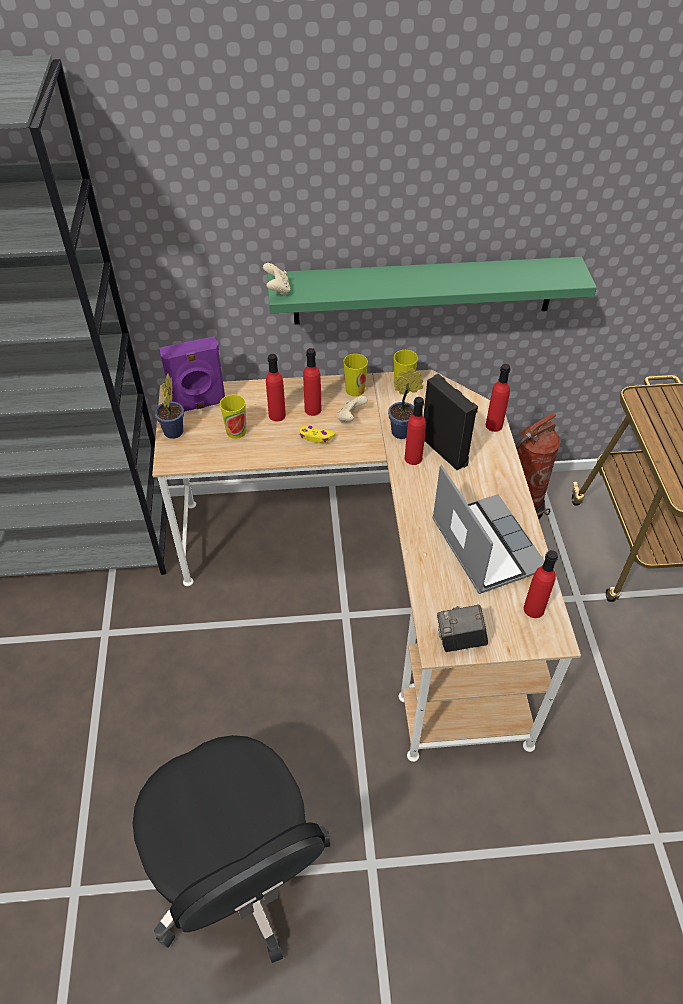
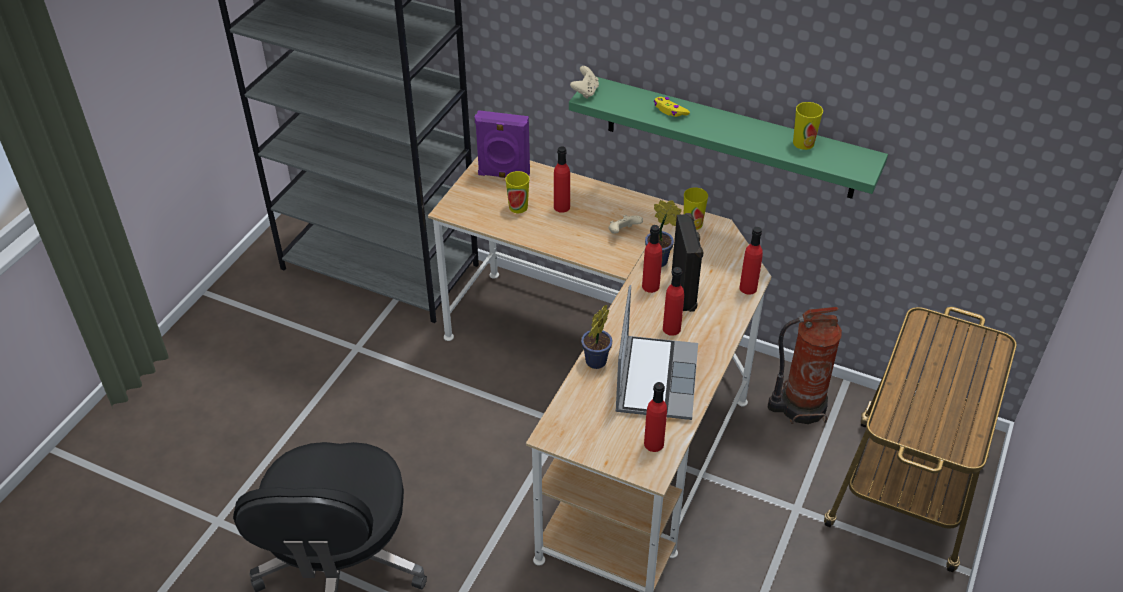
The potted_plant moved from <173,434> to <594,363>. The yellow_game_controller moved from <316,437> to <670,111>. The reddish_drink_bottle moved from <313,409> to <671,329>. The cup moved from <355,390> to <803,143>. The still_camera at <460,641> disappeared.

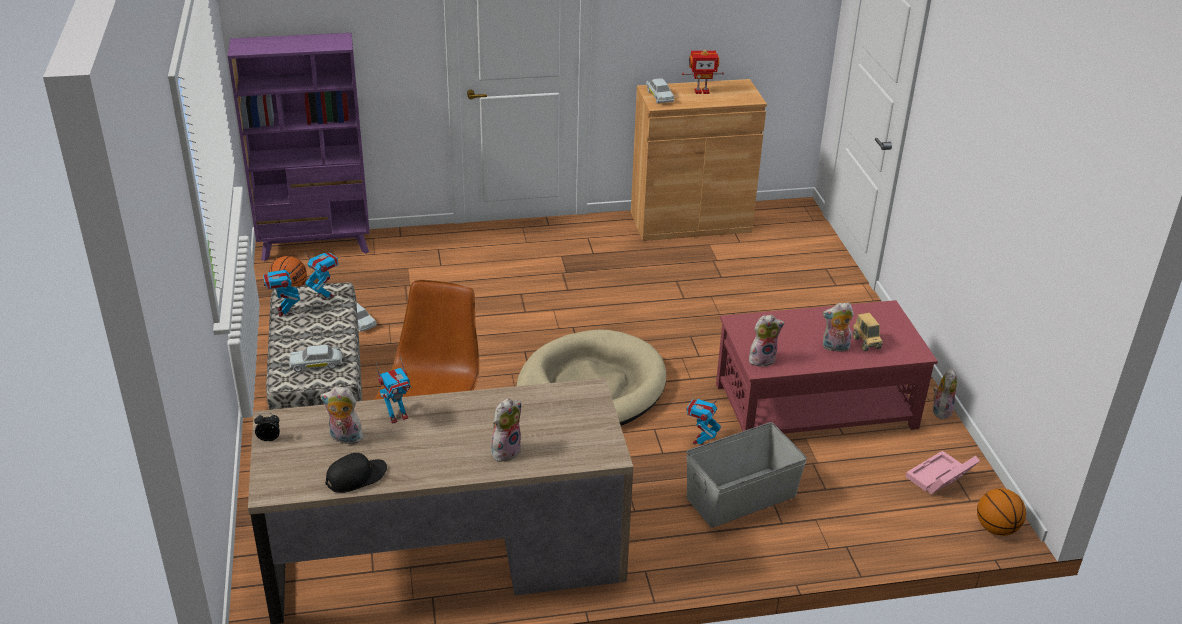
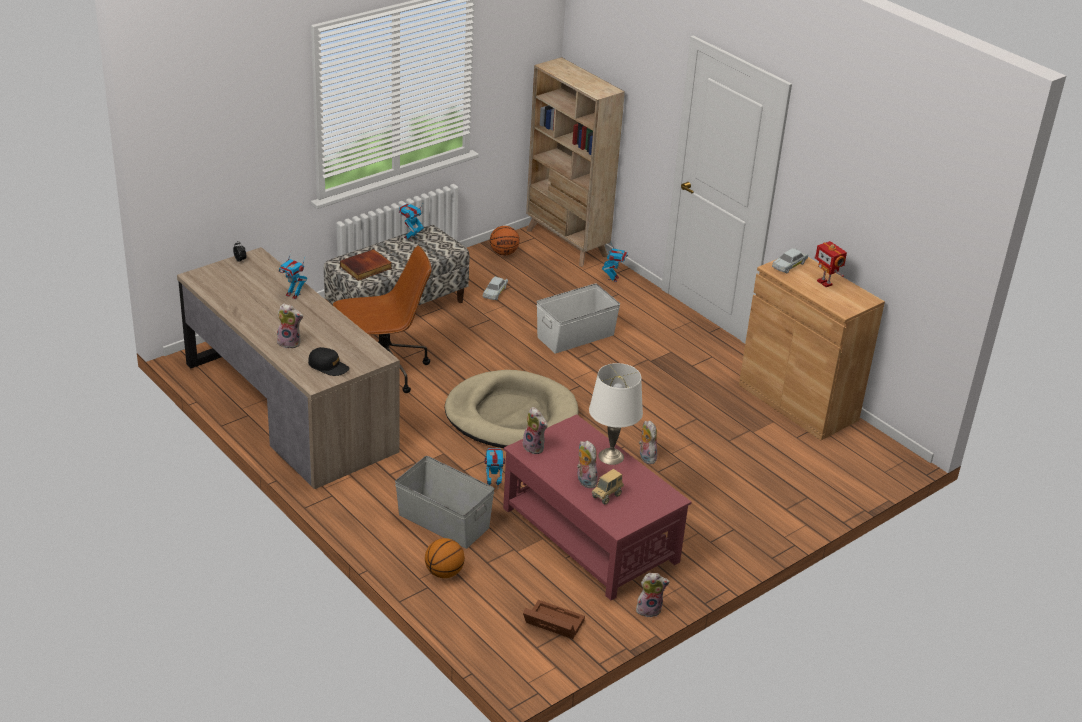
The blackish_cap moved from <356,477> to <328,366>. The whitish_miniature_car at <316,364> was replaced by the bound_book at <366,268>. The ball_for_basketball moved from <996,528> to <444,573>. The pink-coloured_storage_container at <939,478> became the brown-coloured_storage_container at <551,624>. The purplish_bookcase at <316,246> became the beige_bookcase at <566,243>. The whitish_storage_container at <575,335> appeared. The whitish_lamp_for_a_table at <610,456> appeared. The model_robot moved from <325,295> to <613,278>. The cuddly_toy moved from <344,438> to <645,457>.

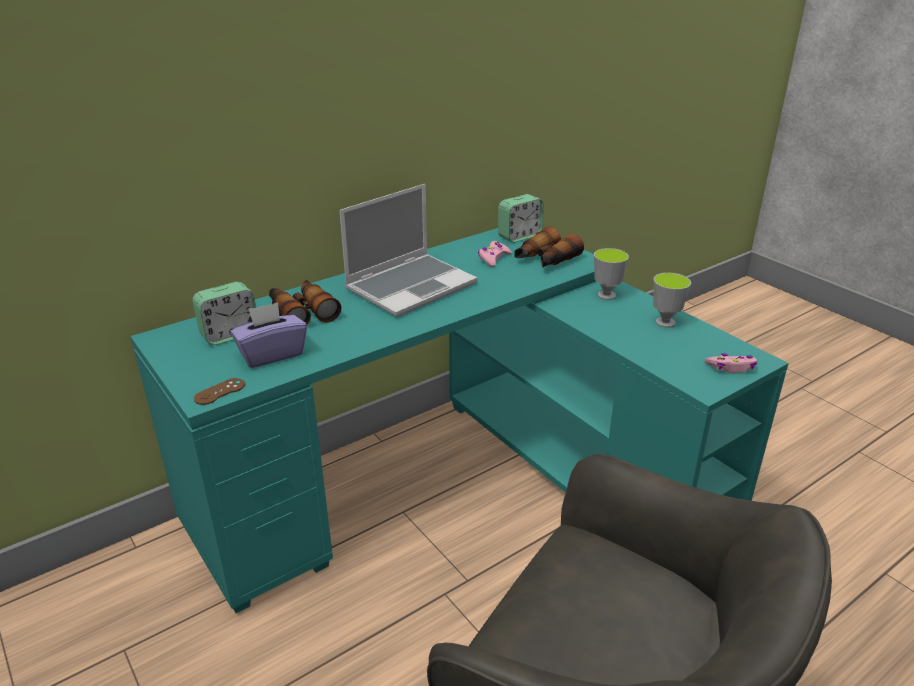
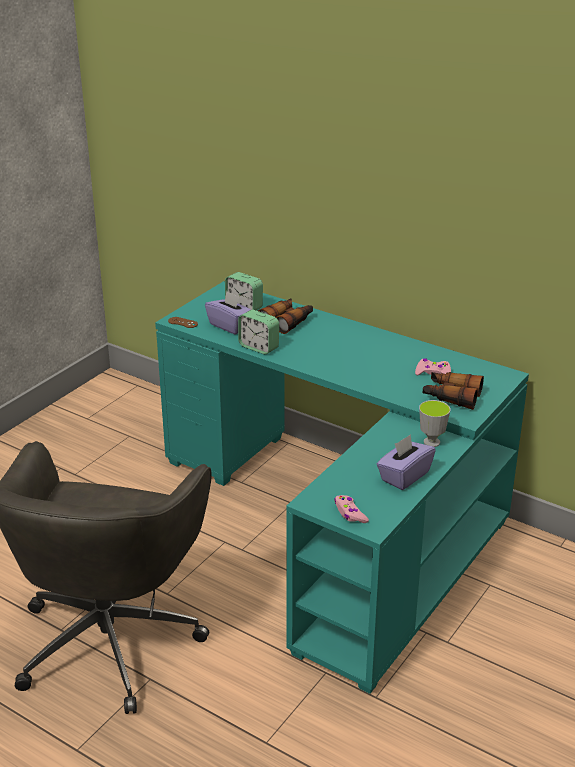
The table_clock moved from <519,236> to <259,347>. The cup at <665,322> was replaced by the purplish_tissue_box at <404,476>. The laptop at <411,286> disappeared.

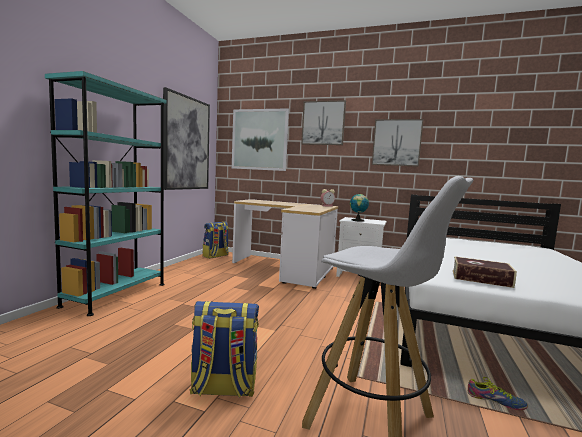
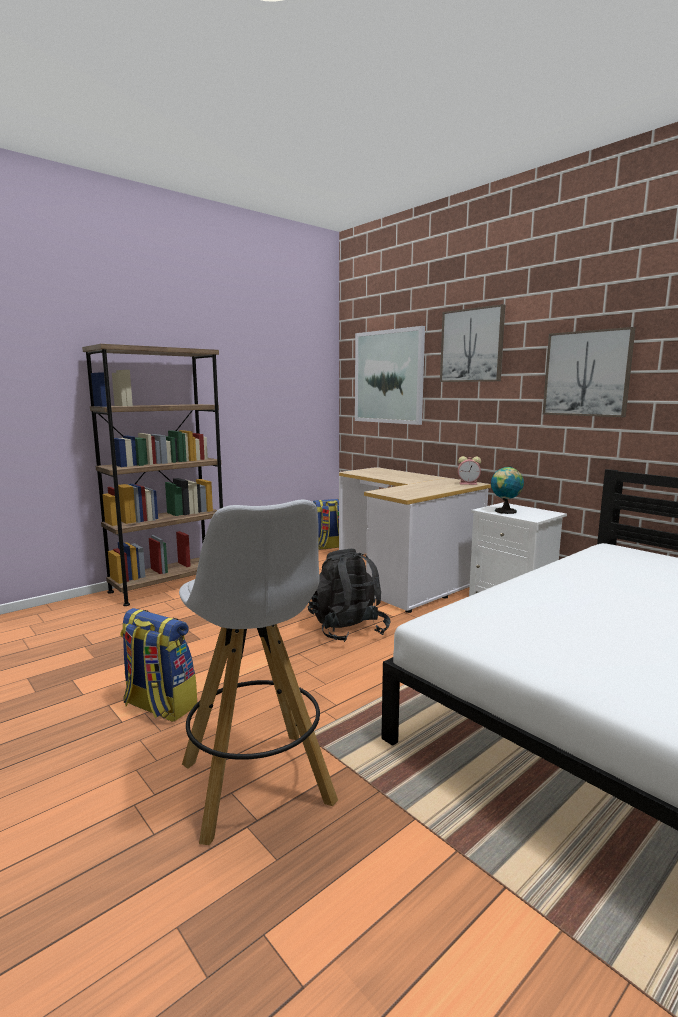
The turquoise-coloured_bookcase at <116,295> became the brown-coloured_bookcase at <169,586>. The blackish_backpack at <347,629> appeared. The wall_picture at <186,143> disappeared. The bound_book at <481,278> disappeared. The shoe at <496,402> disappeared.

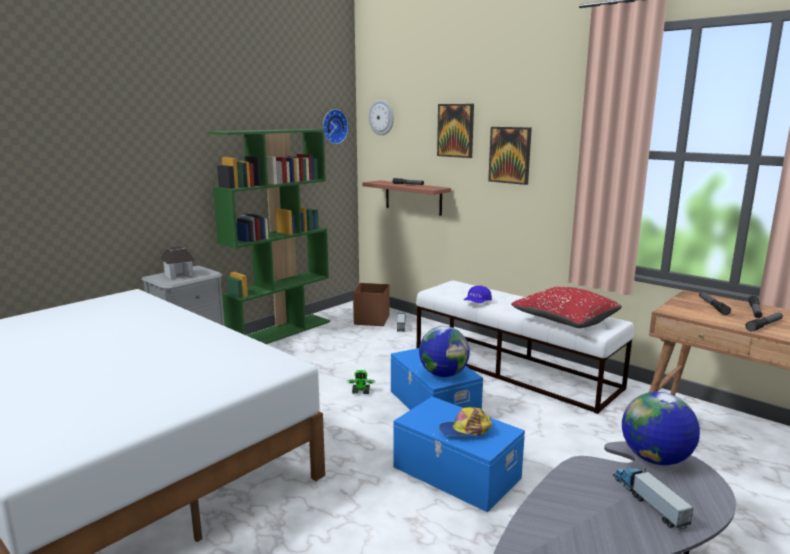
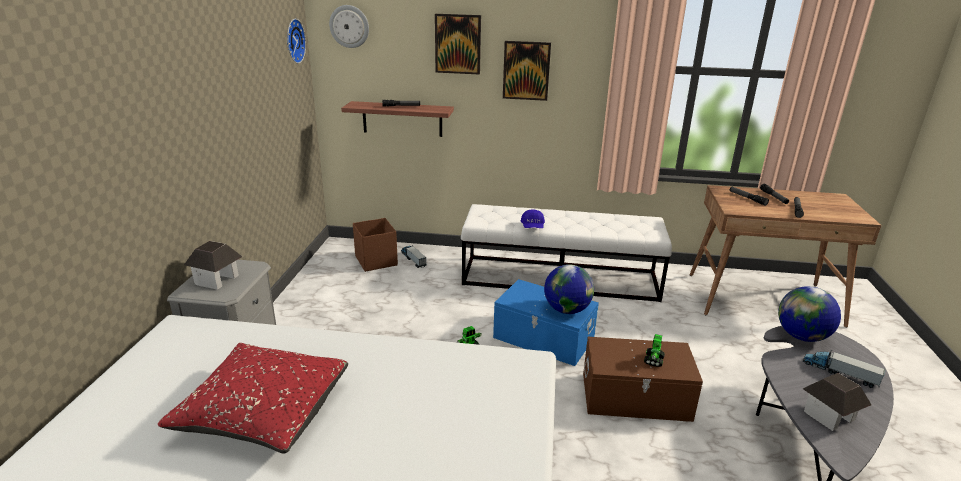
The reddish_pillow moved from <565,320> to <264,412>. The blue_storage_container at <456,473> became the brown-coloured_storage_container at <636,397>. The cap at <465,430> was replaced by the model_robot at <653,360>. The toy_house at <829,416> appeared. The greenish_bookcase at <280,332> disappeared.

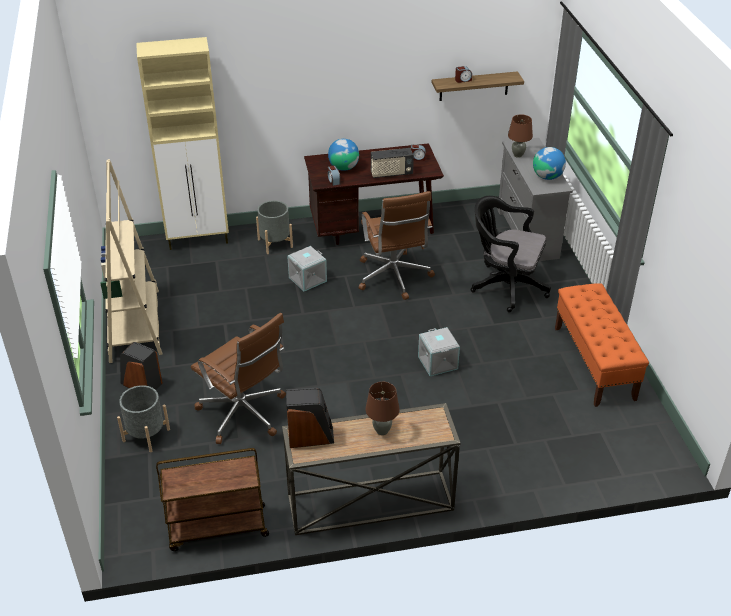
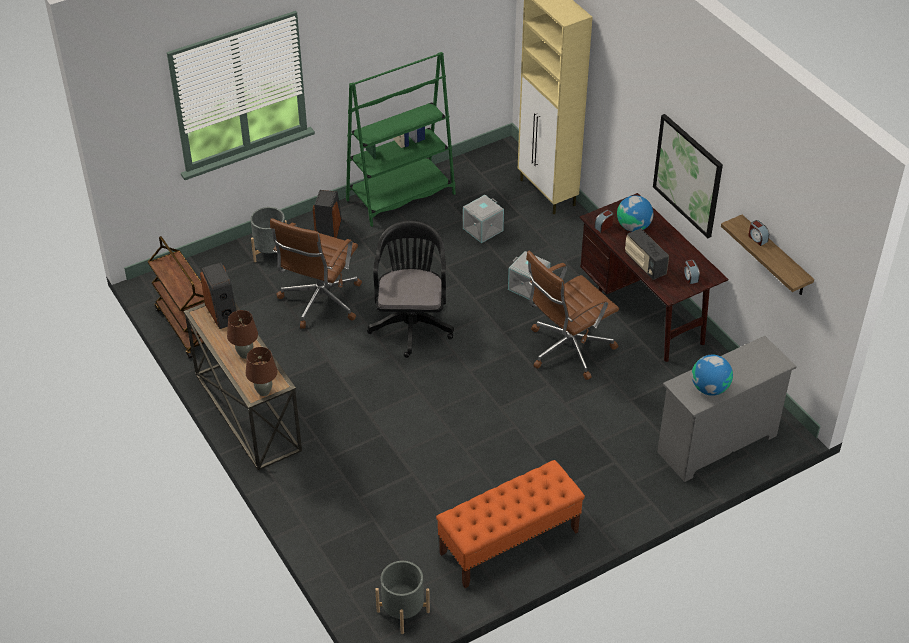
The brown-coloured_lamp_for_a_table moved from <518,155> to <264,392>. The beige_bookcase at <135,325> became the greenish_bookcase at <401,197>. The blackish_computer_chair moved from <505,286> to <411,323>. The gray_planter moved from <275,243> to <403,611>. The gray_storage_container moved from <438,363> to <483,230>. The wall_picture at <688,175> appeared.

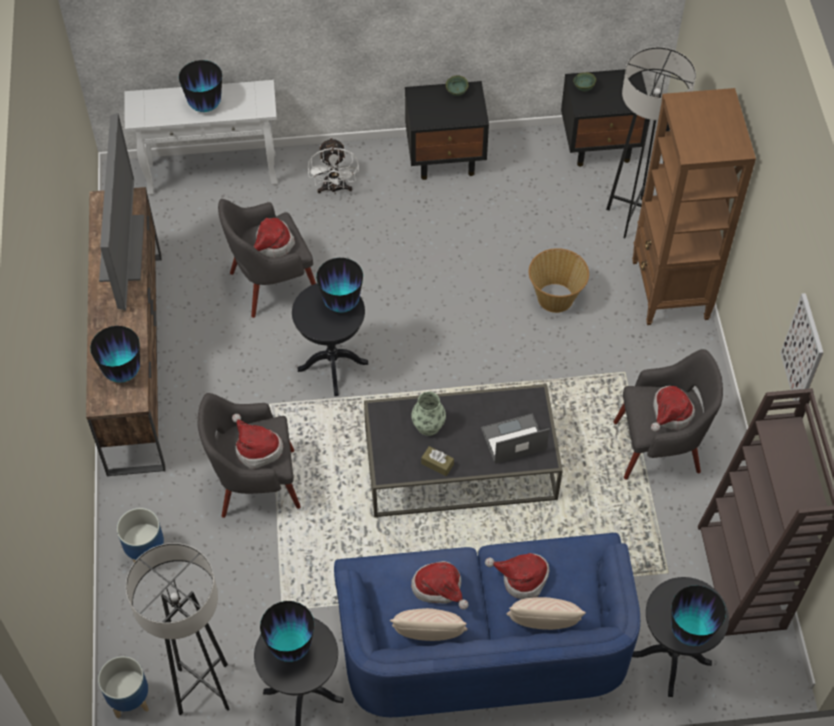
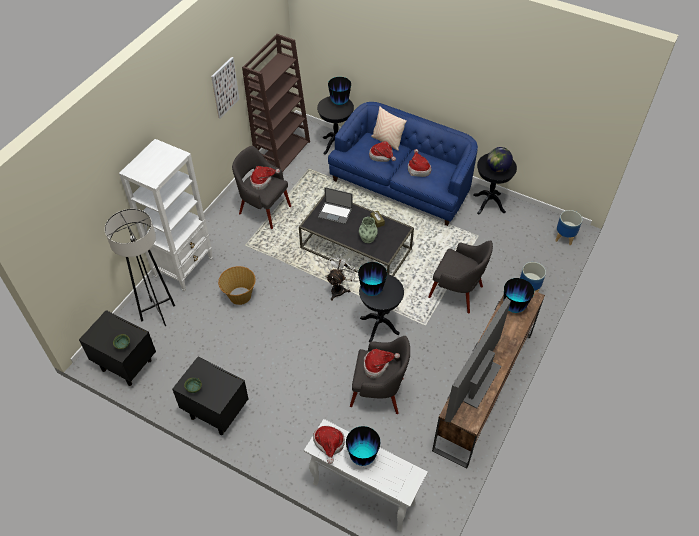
The brown-coloured_bookcase at <669,291> became the whitish_bookcase at <184,267>. The wearable_hat moved from <256,448> to <329,444>. The whitish_electric_fan moved from <334,189> to <339,288>. The flower_vase at <291,647> was replaced by the world_globe at <497,168>. The gray_floor_lamp at <203,689> disappeared. The beige_pillow at <429,637> disappeared.

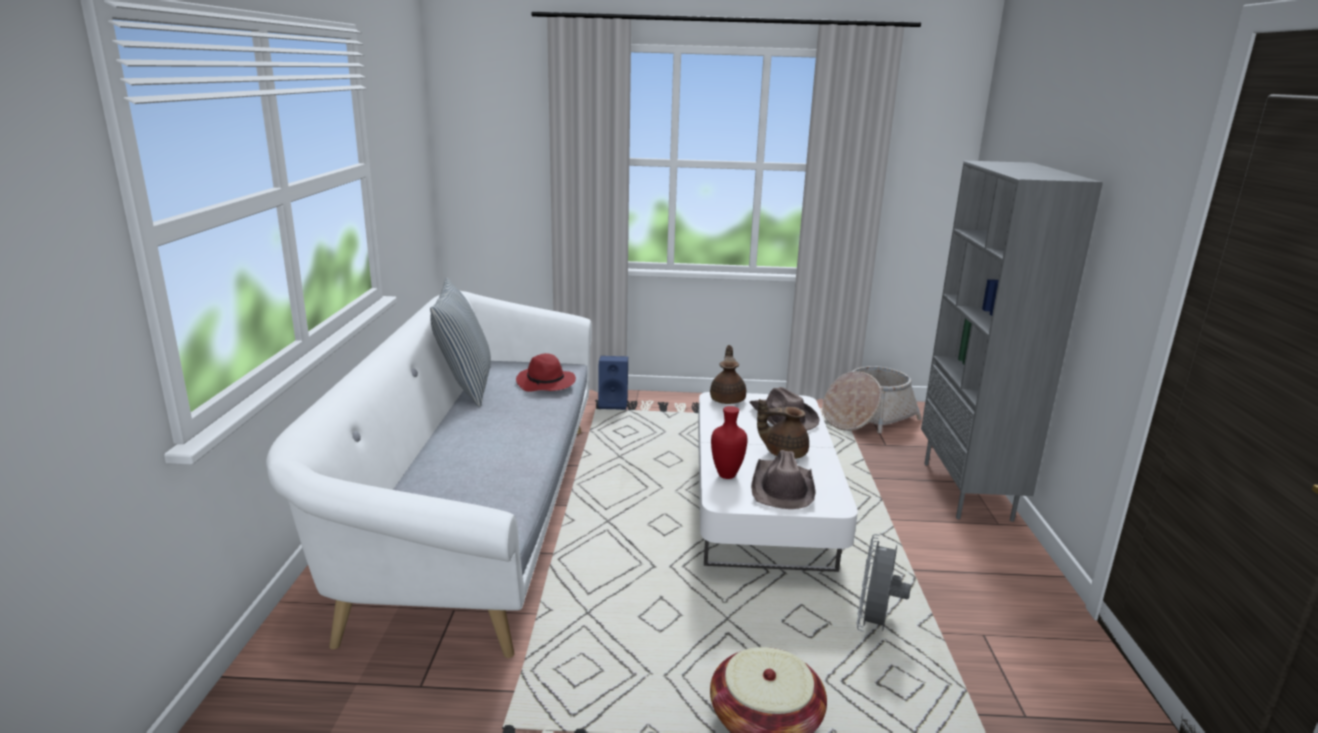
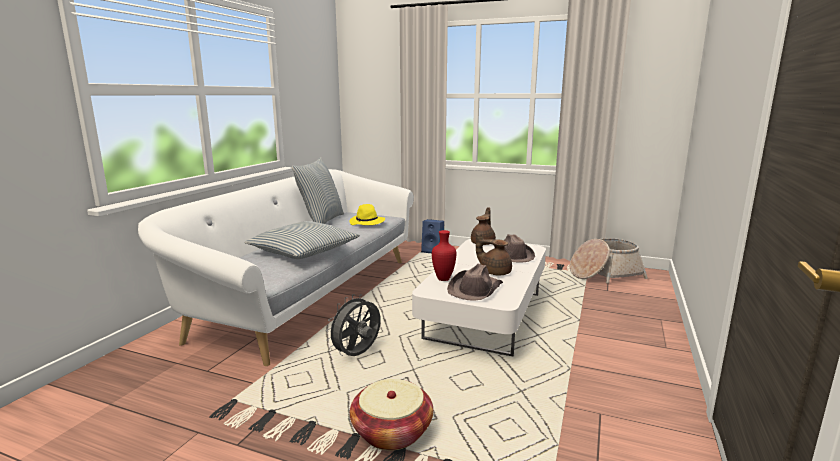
The pillow at <303,251> appeared. The gray_electric_fan moved from <875,625> to <357,355>. The reddish_wearable_hat at <546,383> became the yellow_wearable_hat at <367,223>. The gray_bookcase at <968,491> disappeared.

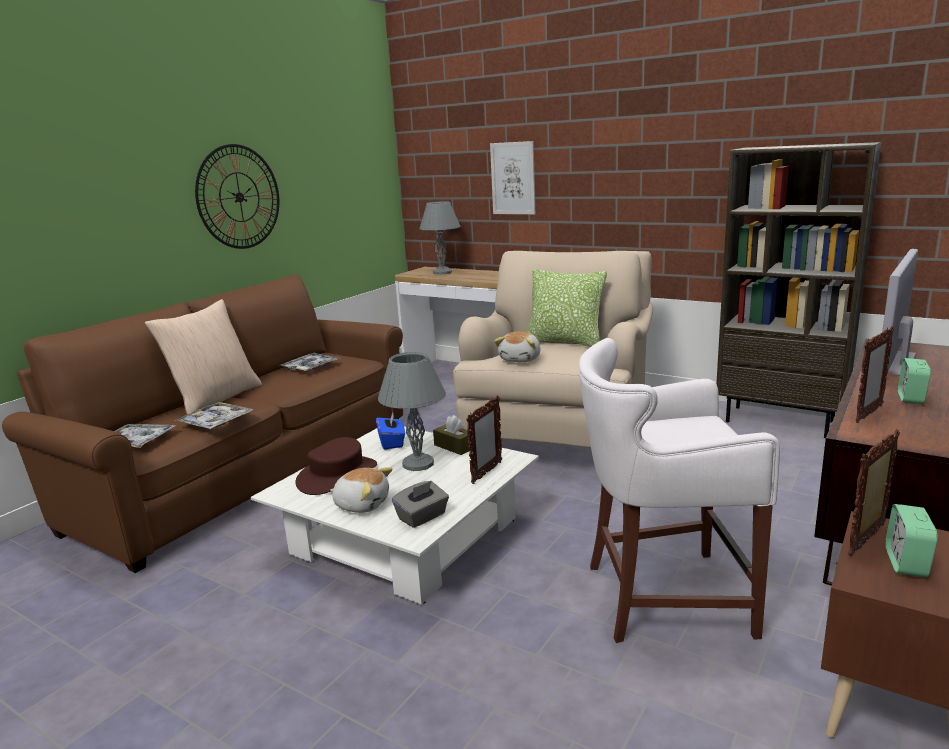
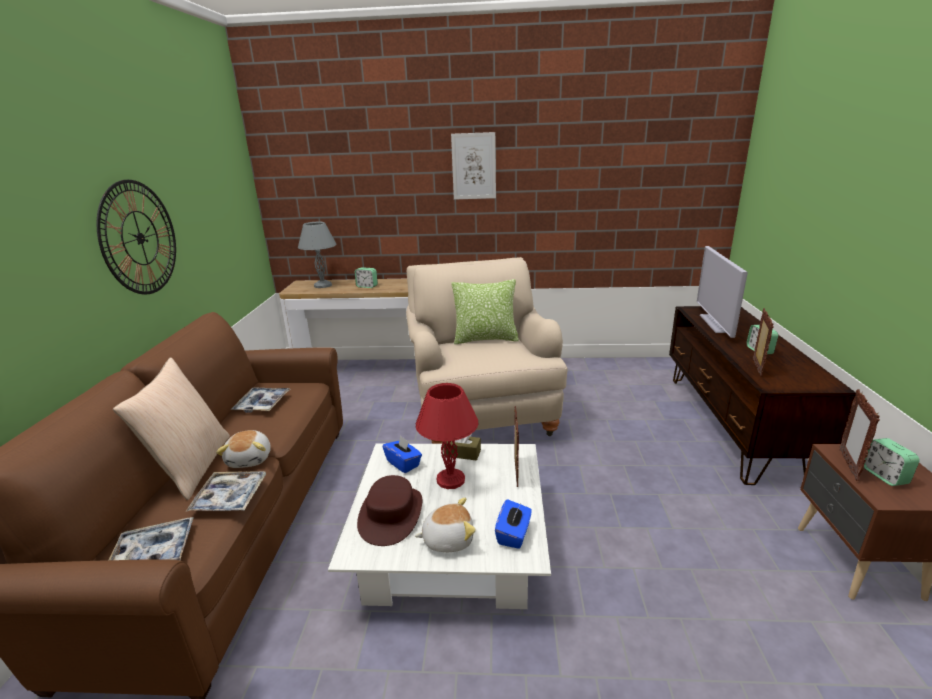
The cuddly_toy moved from <521,359> to <250,459>. The table_clock at <367,286> appeared. The gray_lamp_for_a_table at <417,463> became the reddish_lamp_for_a_table at <449,479>. The wall_picture moved from <513,178> to <474,166>. The gray_tissue_box at <422,517> became the blue_tissue_box at <513,534>. The whitish_stool_seat at <661,597> disappeared. The brown-coloured_bookcase at <780,421> disappeared.

